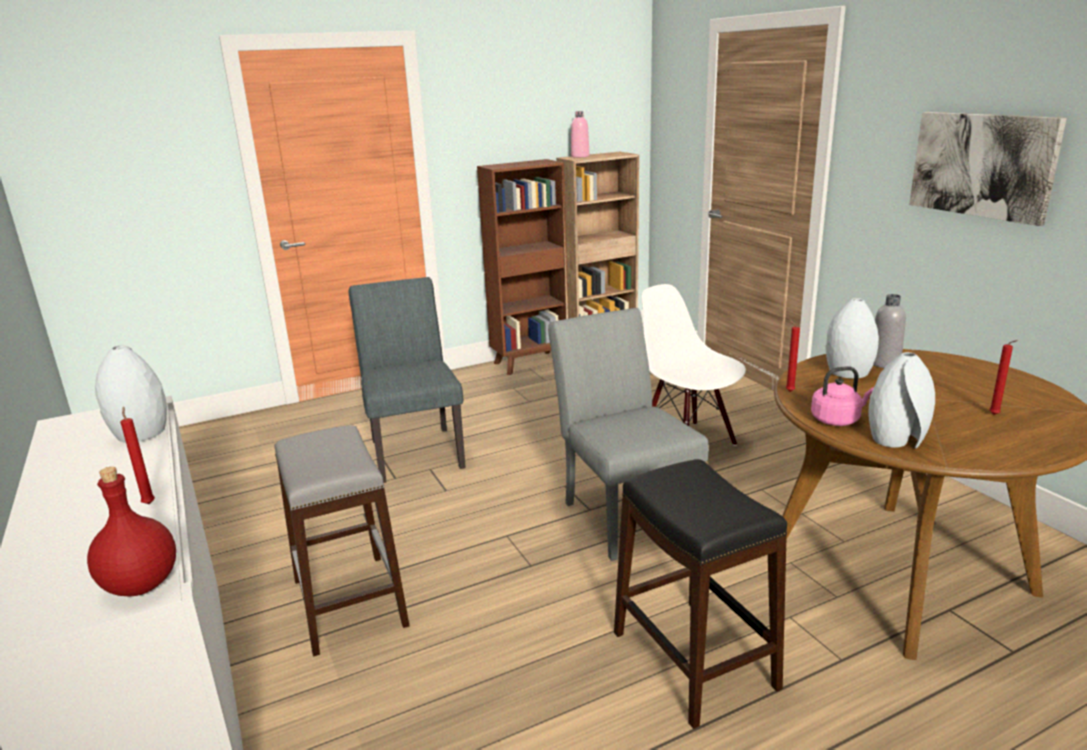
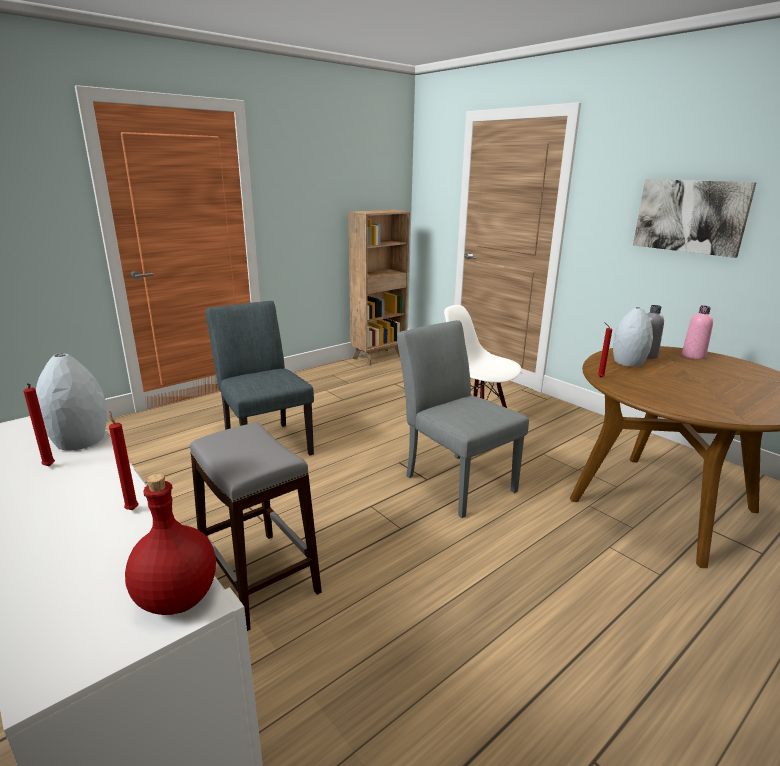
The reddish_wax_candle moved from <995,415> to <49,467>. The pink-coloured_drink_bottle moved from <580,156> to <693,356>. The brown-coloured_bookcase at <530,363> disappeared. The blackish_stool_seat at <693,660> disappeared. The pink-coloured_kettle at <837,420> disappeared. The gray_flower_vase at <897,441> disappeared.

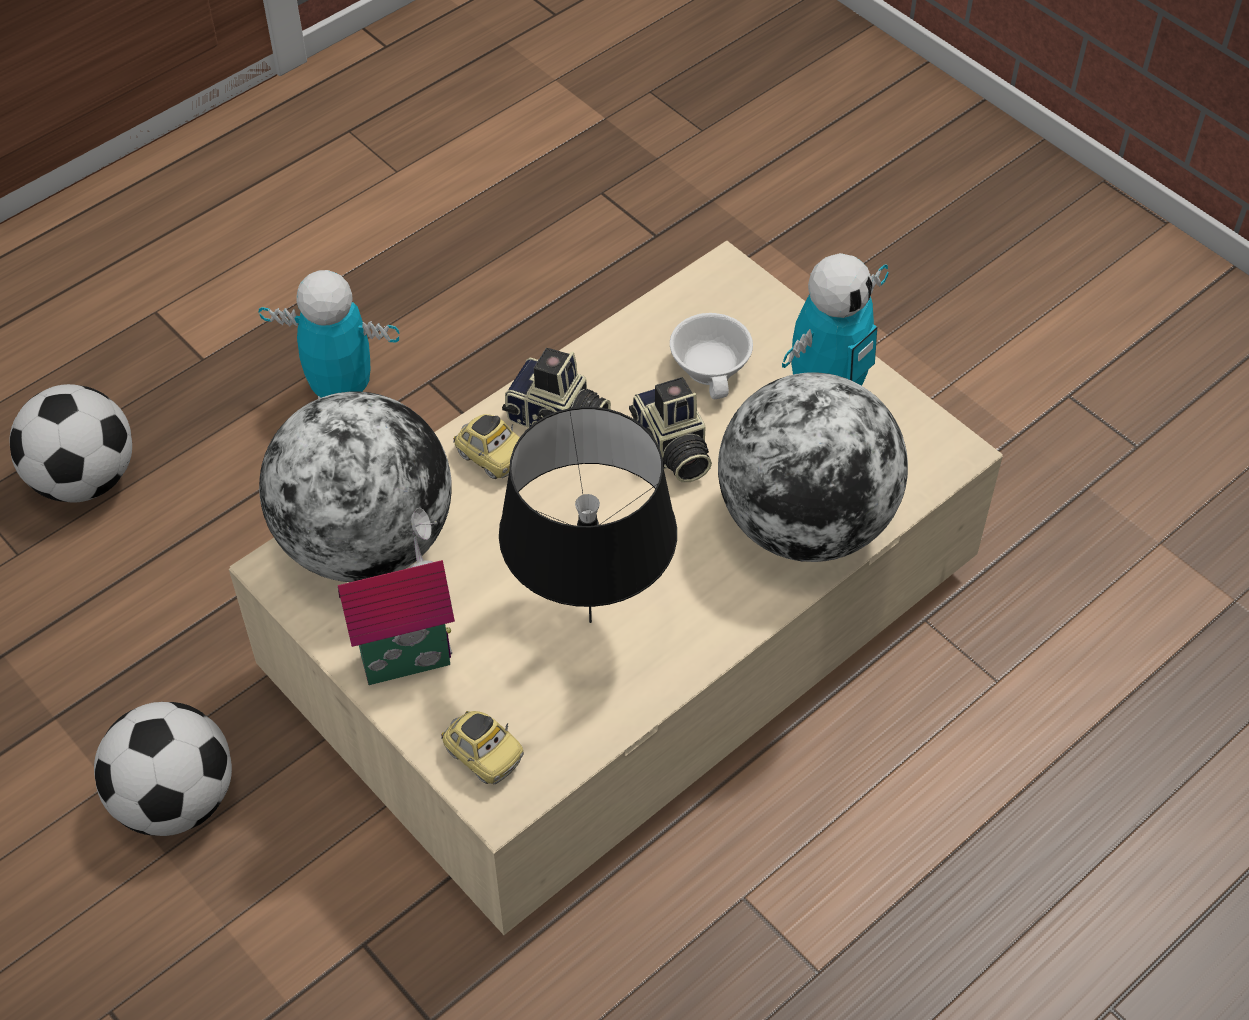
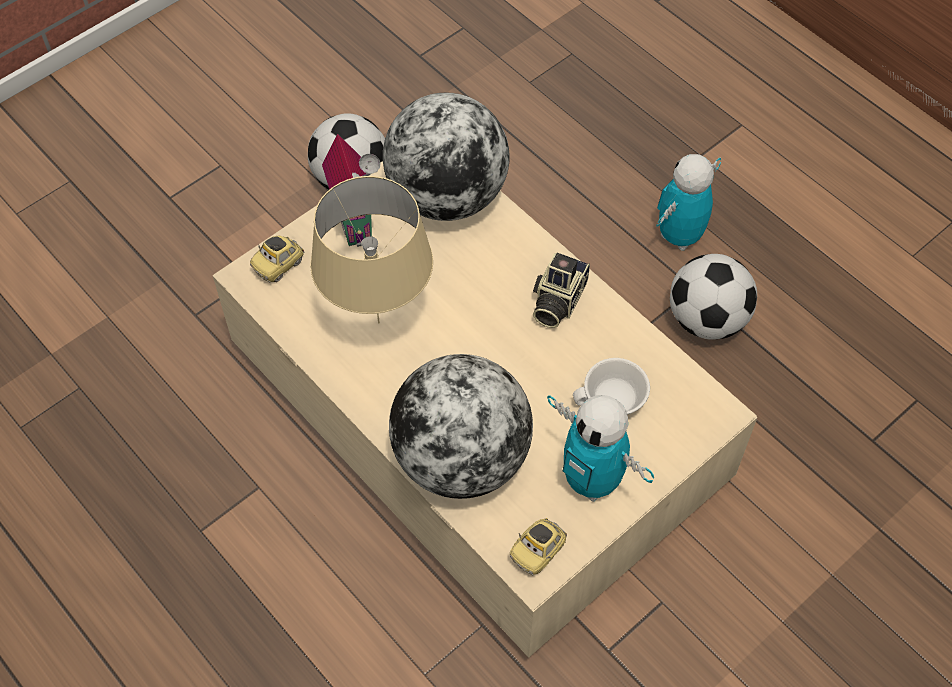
The blackish_lamp_for_a_table at <590,623> became the beige_lamp_for_a_table at <377,322>. The miniature_car moved from <491,457> to <538,551>. The model_robot at <341,391> turned 150 degrees counterclockwise. The football moved from <84,479> to <707,319>. The still_camera at <671,449> disappeared.

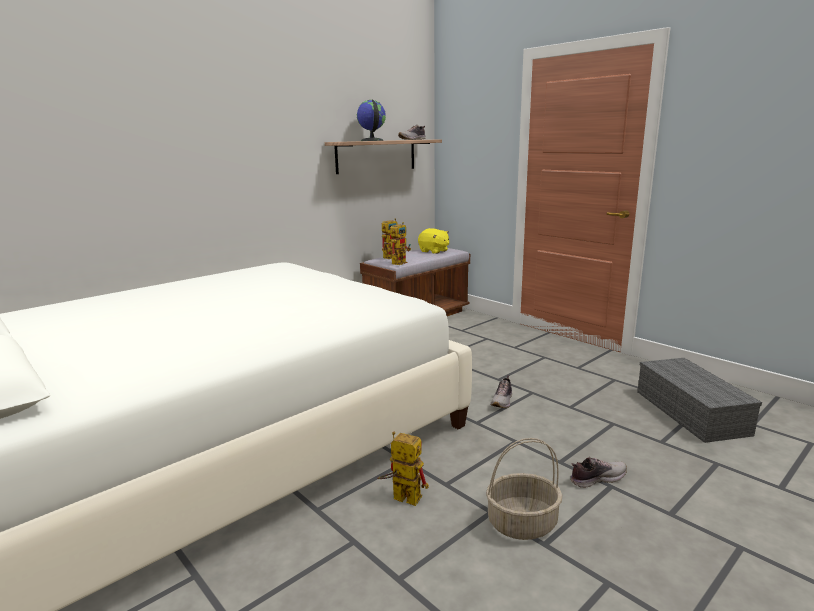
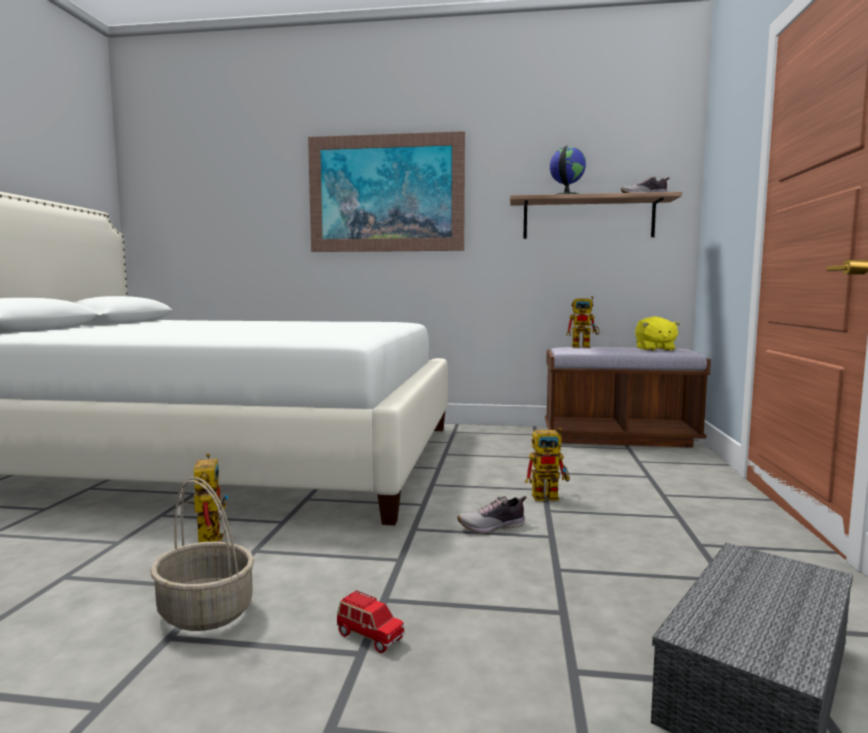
The wall_picture at <386,193> appeared. The shoe at <596,478> was replaced by the reddish_miniature_car at <369,636>. The model_robot moved from <400,262> to <550,496>.

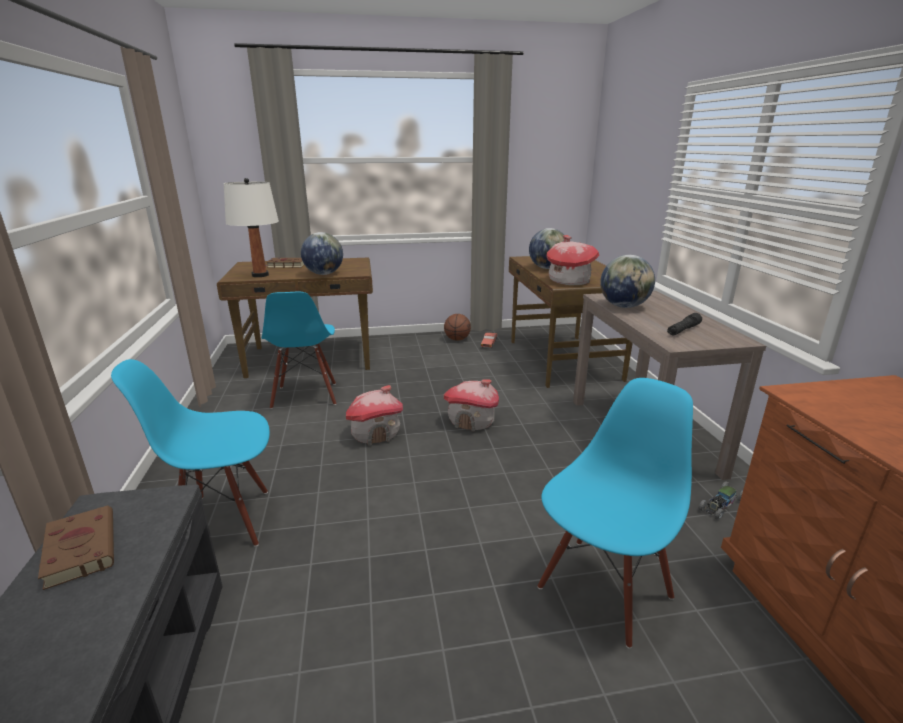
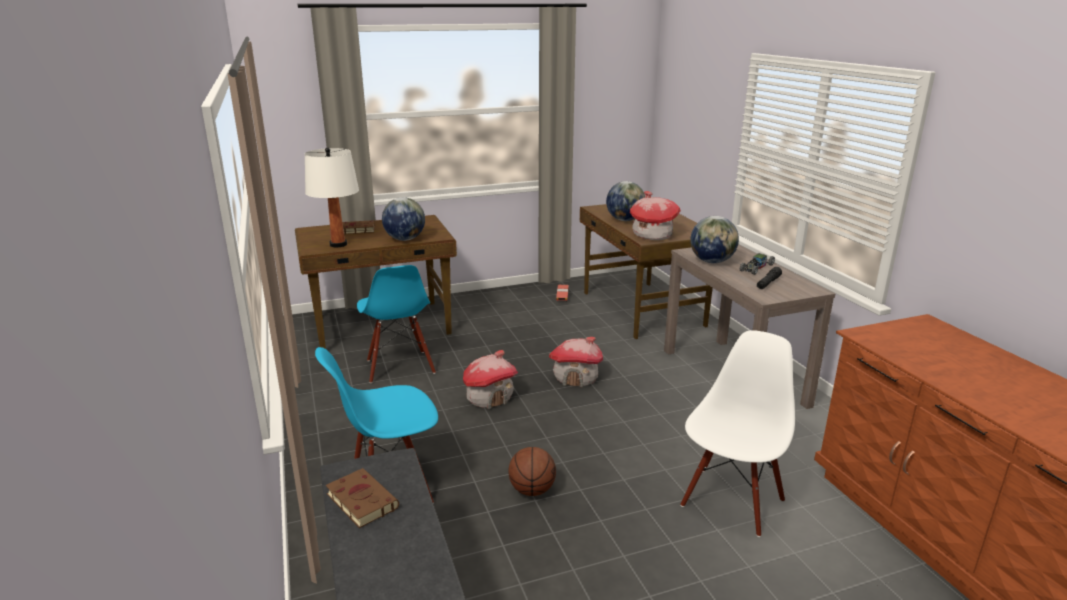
The ball_for_basketball moved from <457,339> to <532,490>. The blue_plain_chair at <603,589> became the whitish_plain_chair at <731,501>. The miniature_car moved from <721,505> to <756,268>.

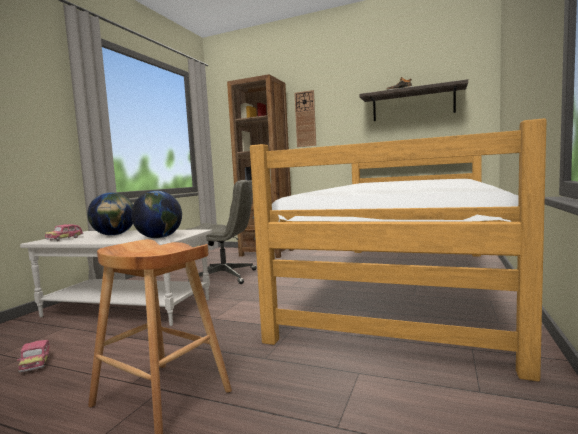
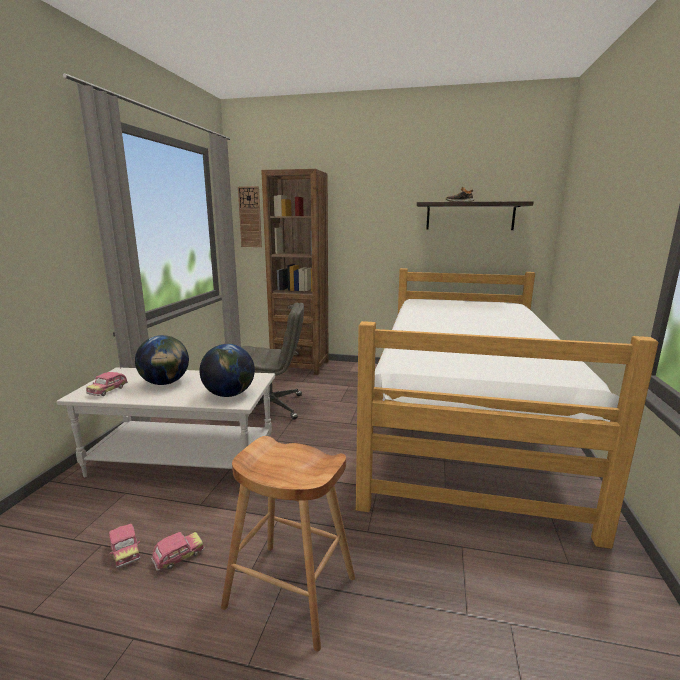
The miniature_car at <179,557> appeared. The hanging_clock moved from <305,119> to <250,217>.

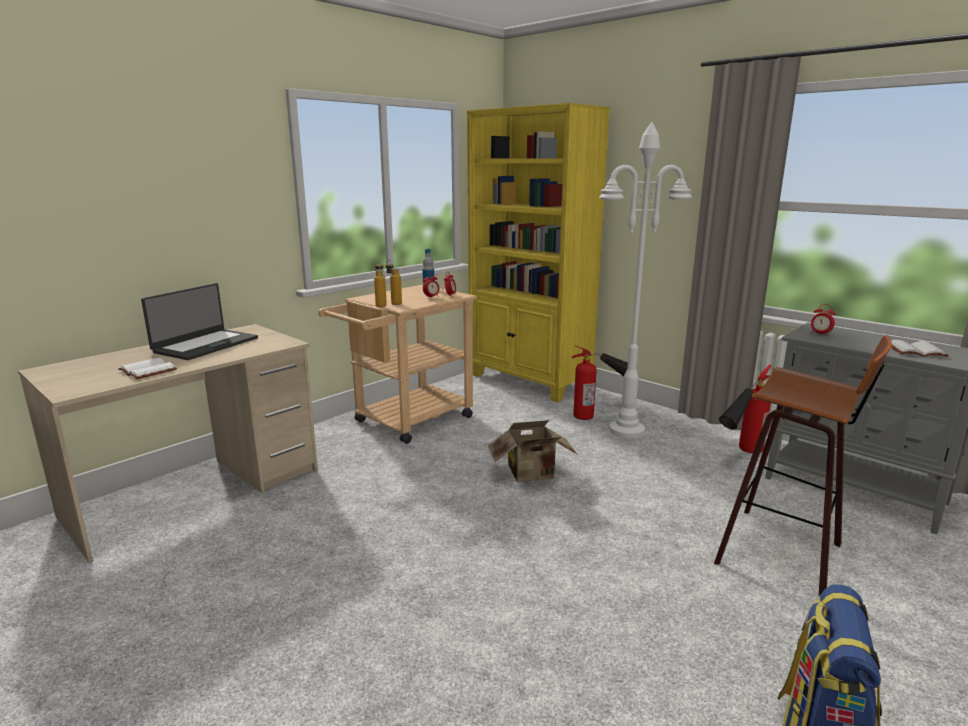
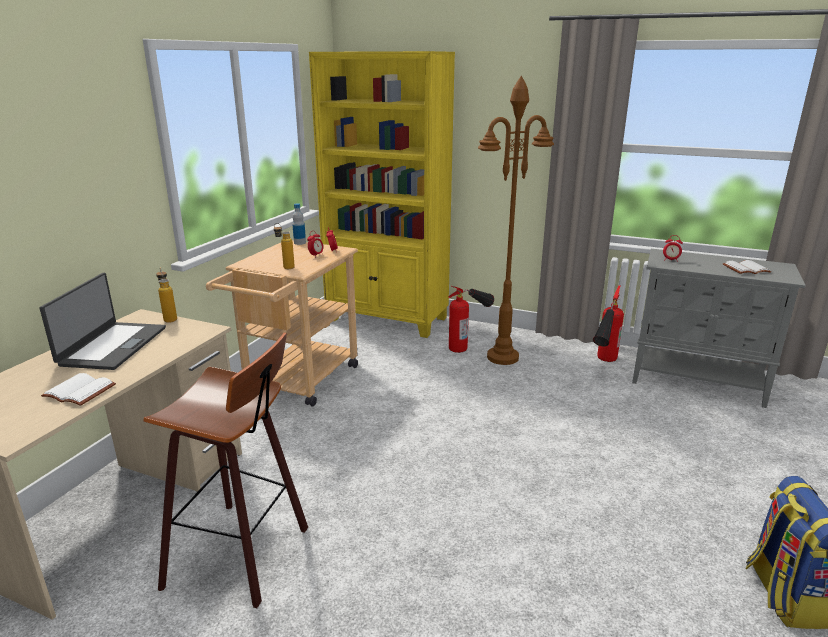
The stool_seat moved from <784,552> to <244,554>. The drink_bottle moved from <381,304> to <169,318>. The whitish_floor_lamp at <627,430> became the brown-coloured_floor_lamp at <503,357>. The carton at <533,475> disappeared.

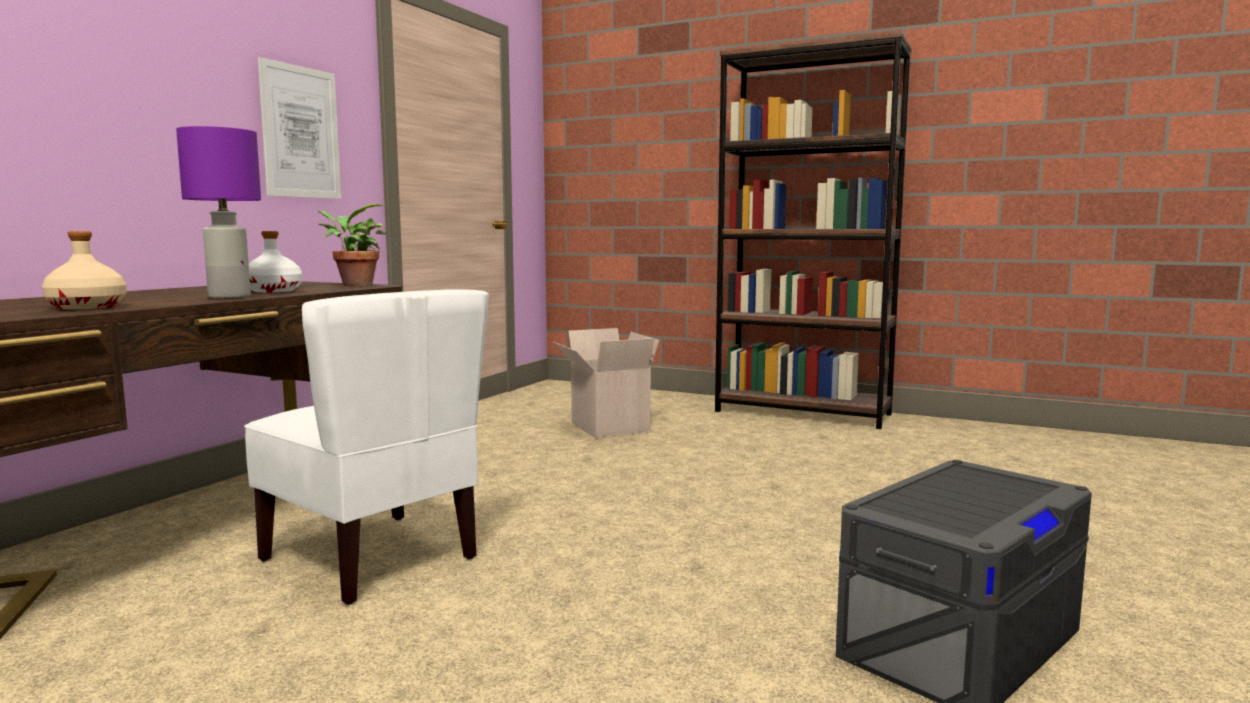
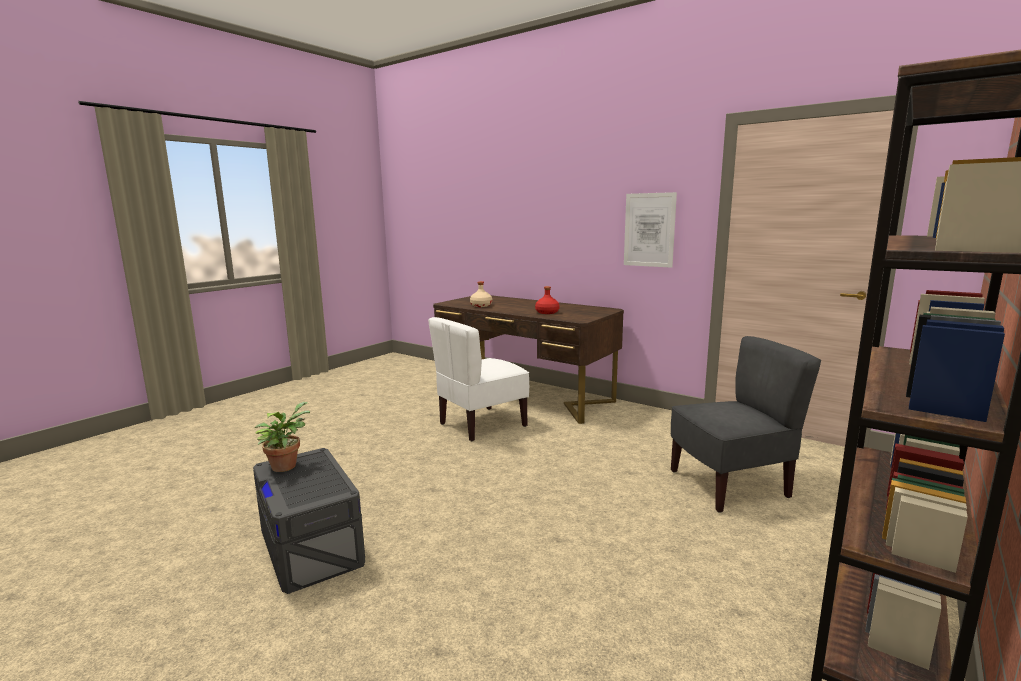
The potted_plant moved from <353,285> to <285,465>. The whitish_drink_bottle at <274,291> became the reddish_drink_bottle at <547,312>. The carton at <607,427> was replaced by the gray_plain_chair at <730,485>. The purplish_lamp_for_a_table at <228,297> disappeared.

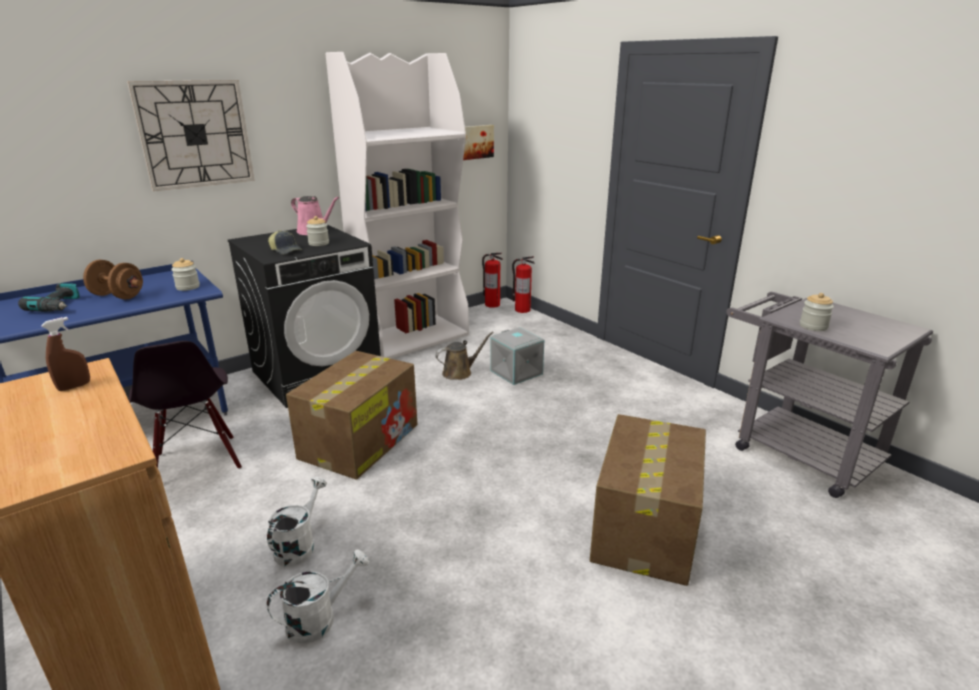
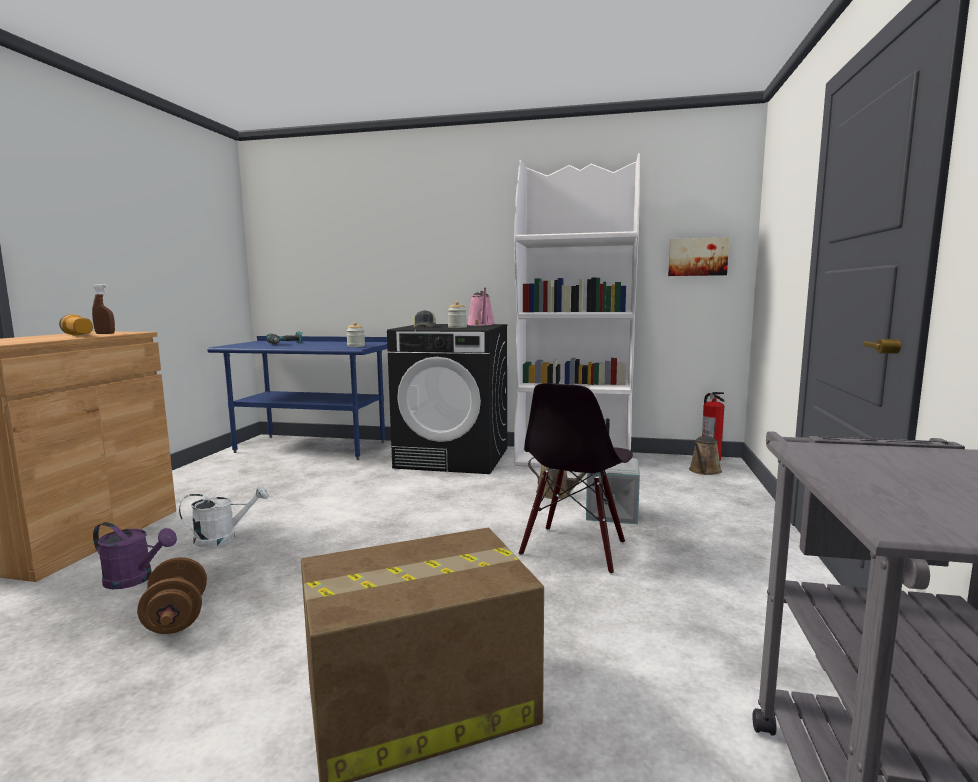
The hand_torch at <78,335> appeared. The whitish_watering_can at <319,618> became the purplish_watering_can at <135,579>. The brown-coloured_free_weight moved from <118,296> to <177,618>. The blackish_plain_chair moved from <197,462> to <574,549>. The brown-coloured_watering_can at <704,471> appeared. The hanging_clock at <195,134> disappeared. The carton at <360,440> disappeared. The extinguisher at <522,310> disappeared. The jar at <813,326> disappeared.

